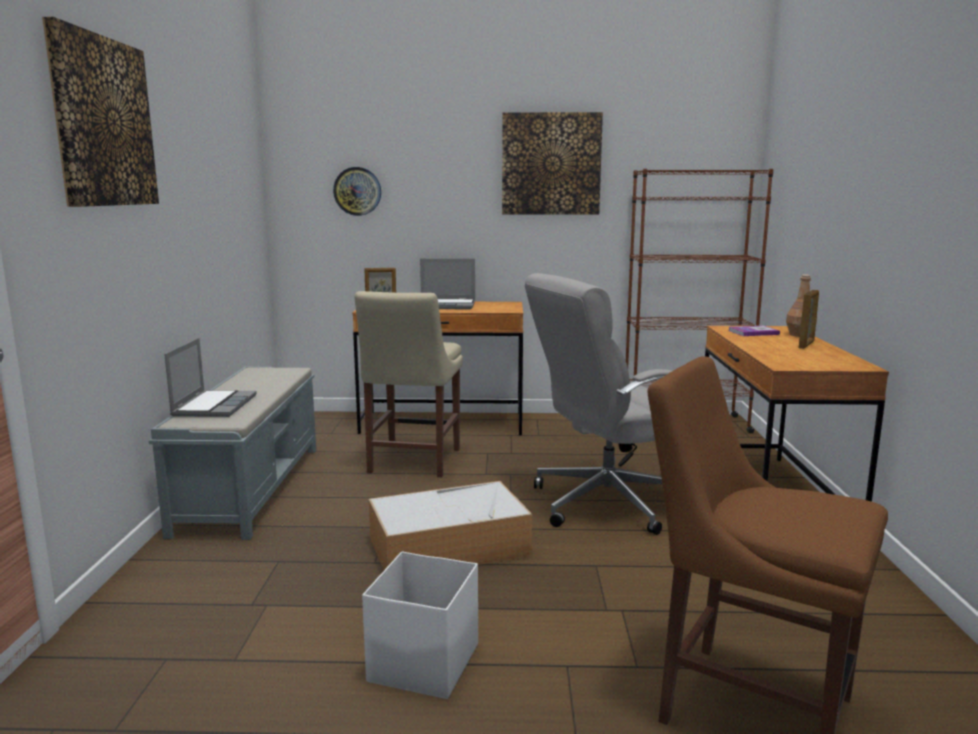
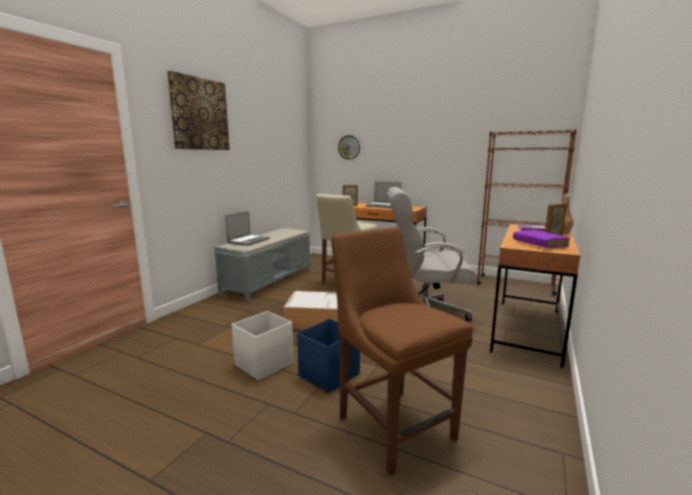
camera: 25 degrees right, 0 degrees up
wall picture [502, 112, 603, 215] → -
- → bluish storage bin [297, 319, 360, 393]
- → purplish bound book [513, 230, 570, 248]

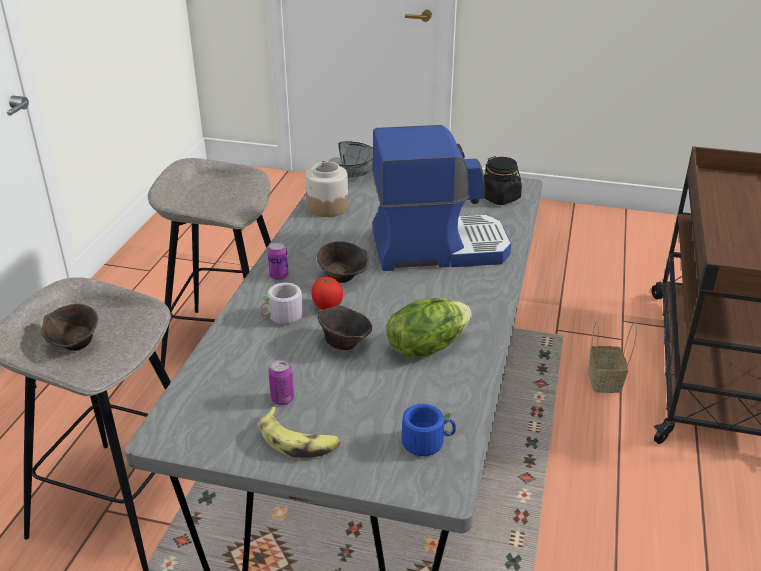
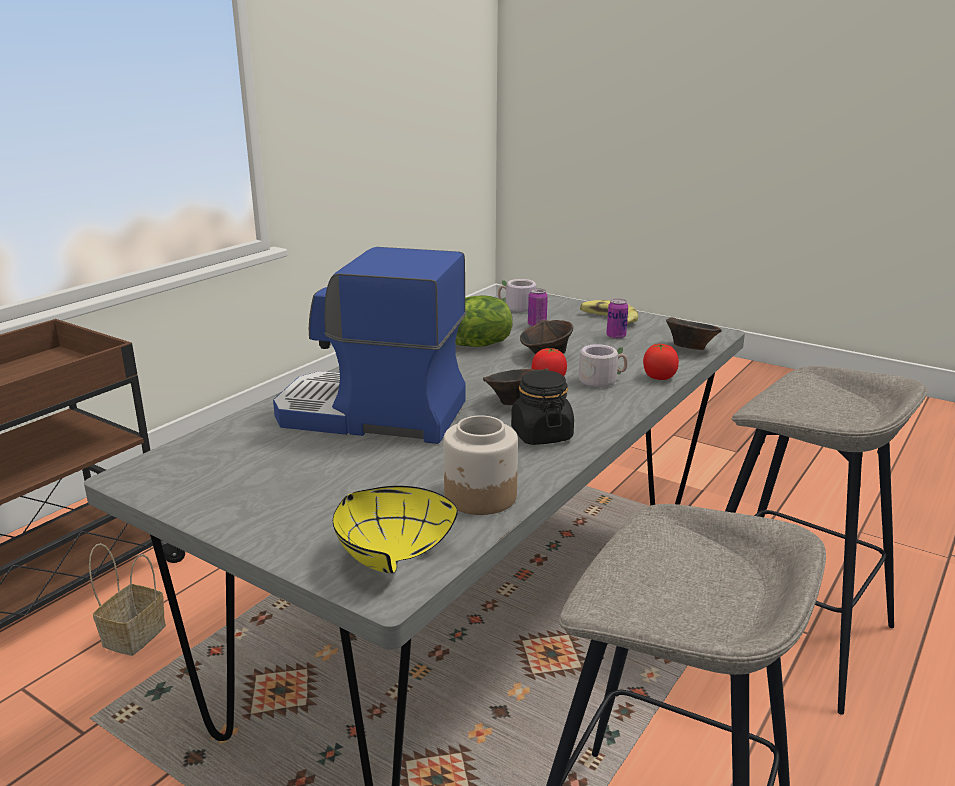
camera: 160 degrees left, 10 degrees down
- → whole tomato [643, 344, 679, 380]
brown-coloured bowl [41, 304, 98, 351] → brown-coloured bowl [666, 317, 722, 350], moved
sealed can [268, 242, 289, 280] → sealed can [528, 288, 548, 327], moved
black-coloured storage jar [484, 156, 522, 205] → black-coloured storage jar [511, 370, 574, 445], moved
greyish bowl [322, 141, 373, 178] → yellowish bowl [333, 486, 458, 574]
bluish mug [398, 404, 456, 456] → greyish mug [498, 279, 537, 312]

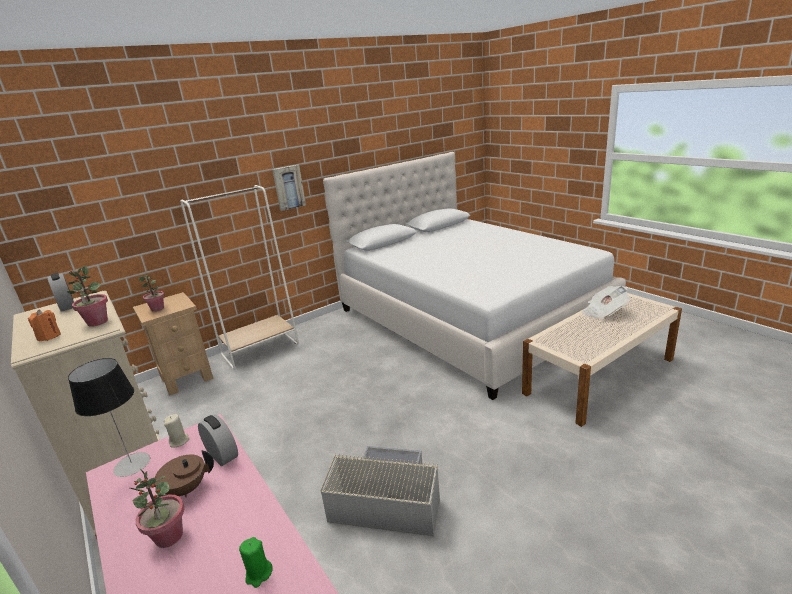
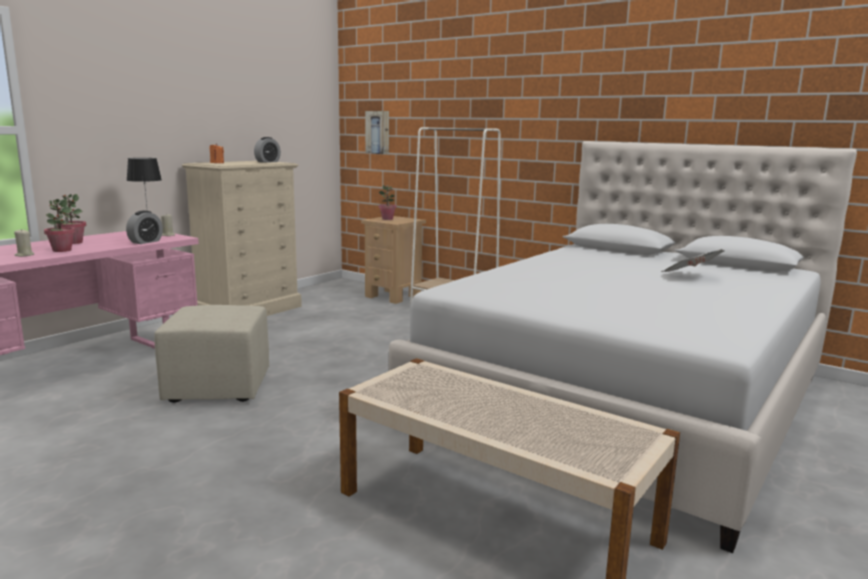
camera: 70 degrees right, 10 degrees down
brown-coloured tea pot [140, 450, 214, 497] → -
potted plant [66, 266, 108, 327] → potted plant [44, 199, 75, 252], moved
wall picture [272, 165, 306, 211] → wall picture [365, 111, 389, 154], moved
newspaper [582, 286, 630, 319] → newspaper [661, 249, 724, 272], moved
greyish storage bin [320, 446, 440, 536] → beige-coloured pouffe [154, 305, 269, 403]
greenish wax light [239, 537, 273, 588] → beige-coloured wax light [14, 229, 34, 257]

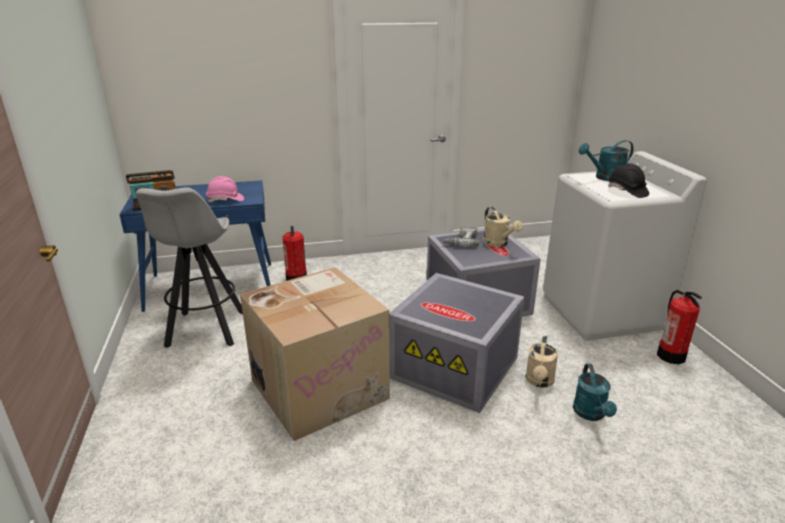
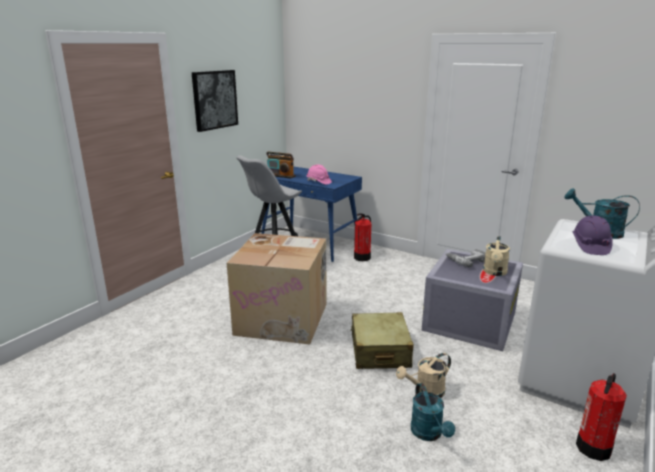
camera: 45 degrees right, 5 degrees down
- → wall picture [191, 70, 238, 132]
greyish storage bin [389, 273, 525, 413] → beige-coloured piece of luggage [350, 312, 414, 369]
black-coloured safety helmet [608, 163, 649, 198] → purplish safety helmet [573, 215, 613, 255]
blue-green watering pot [573, 364, 617, 421] → blue-green watering pot [411, 383, 455, 441], 60 degrees counterclockwise

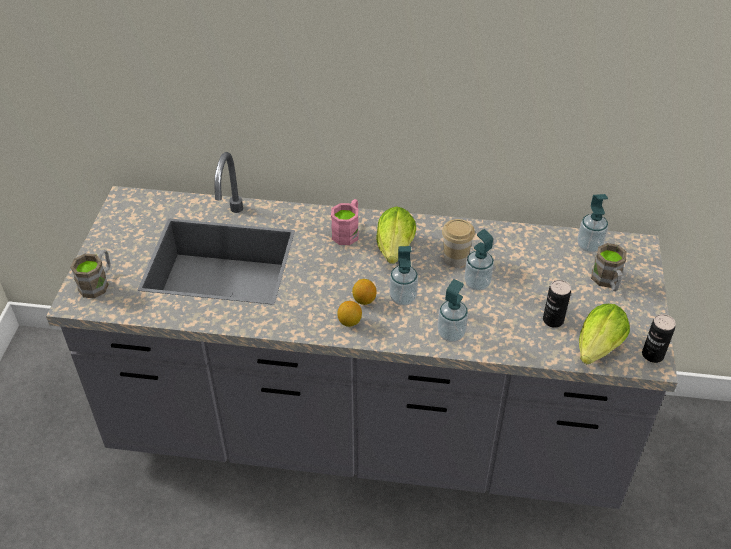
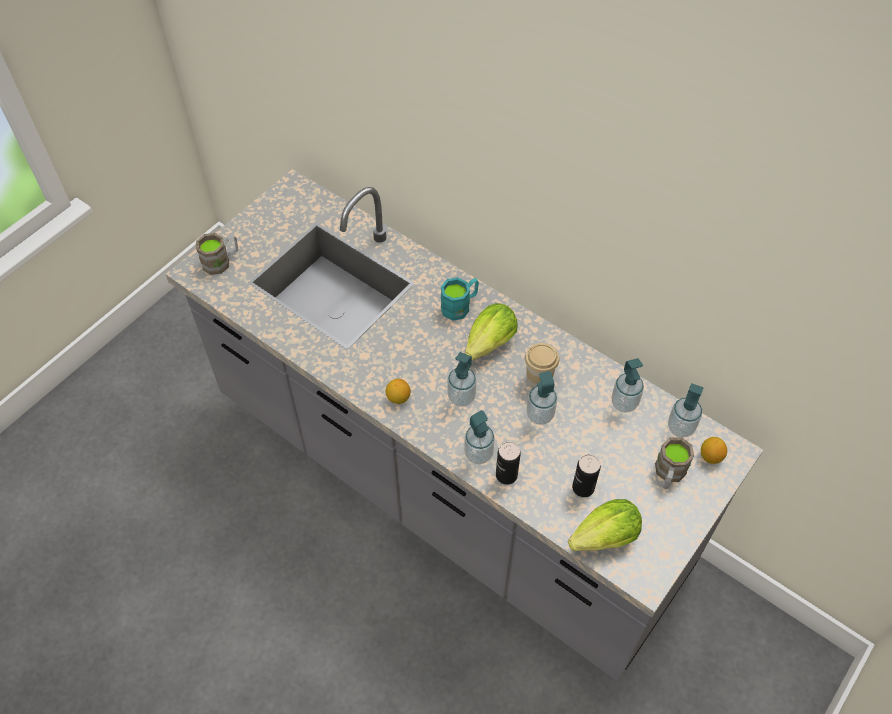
camera: 30 degrees right, 10 degrees up
- → liquid soap bottle [611, 358, 644, 412]
lemon [352, 279, 377, 305] → lemon [701, 437, 727, 464], moved
sealed can [642, 314, 676, 363] → sealed can [496, 441, 521, 485], moved
pink-coloured mug [331, 199, 359, 245] → blue-green mug [441, 277, 479, 321]

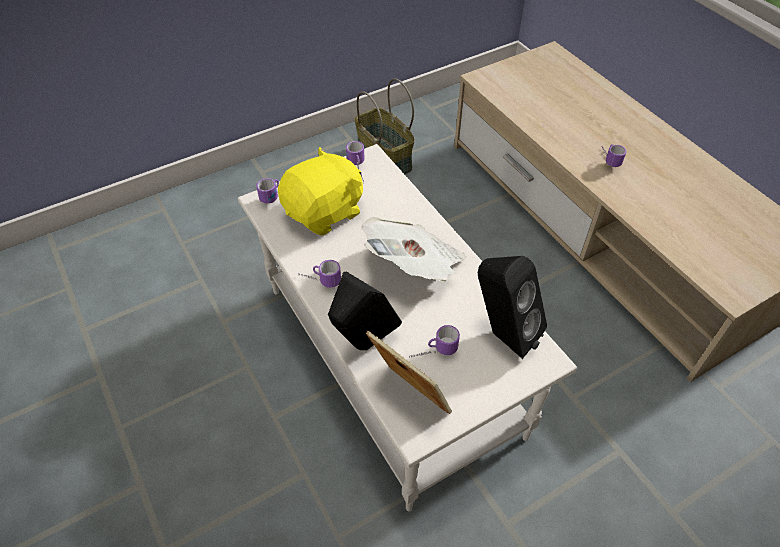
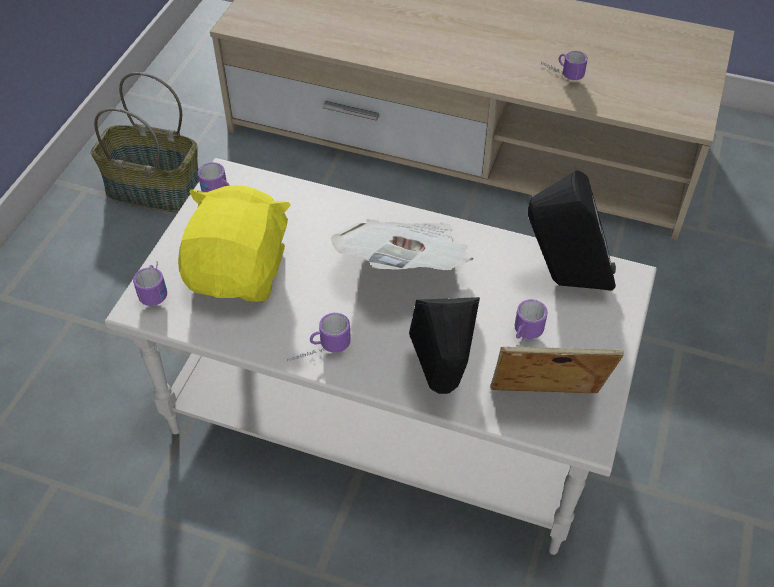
camera: 40 degrees left, 0 degrees up
mug [602, 144, 627, 167] → mug [541, 51, 588, 80], moved

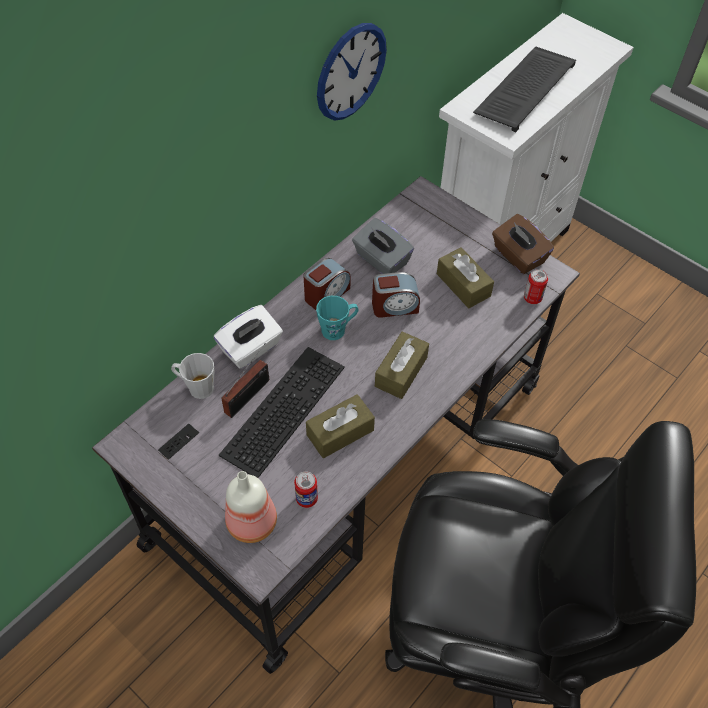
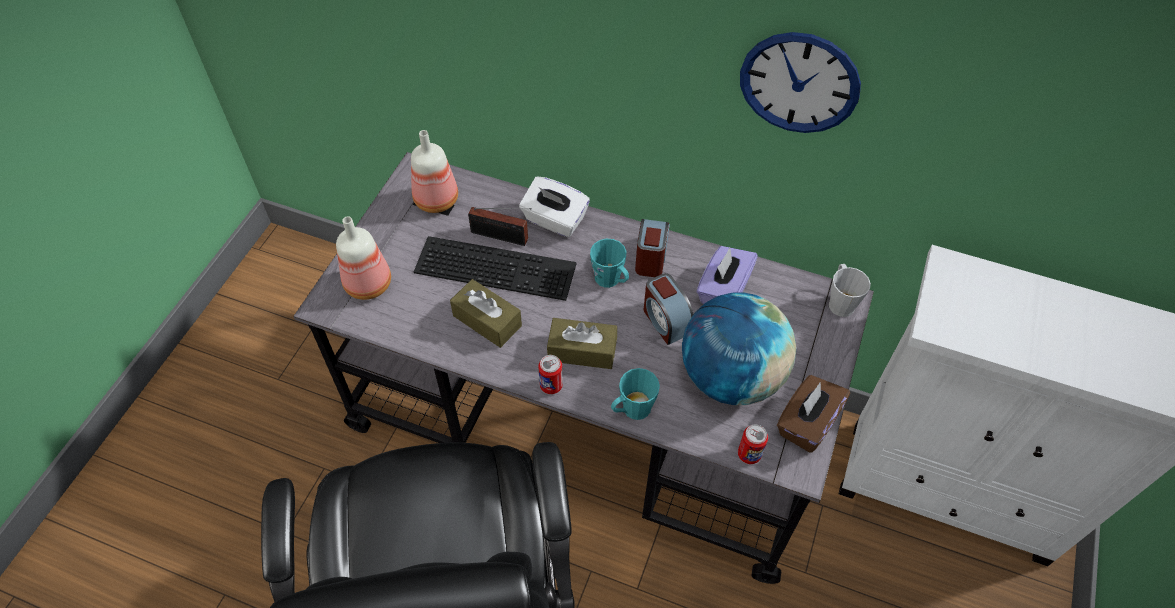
camera: 70 degrees right, 0 degrees up
PC keyboard [473, 46, 576, 132] → -
- → beverage bottle [411, 130, 458, 213]
- → blue-green mug [611, 368, 660, 420]
greyish mug [171, 353, 215, 399] → greyish mug [829, 264, 871, 317], moved
sealed can [294, 471, 318, 508] → sealed can [538, 355, 563, 394], moved
brown-coloured box of tissues [437, 247, 494, 308] → world globe [682, 292, 796, 405]
greyish box of tissues [352, 218, 414, 274] → purplish box of tissues [697, 246, 758, 304]
bedside clock [303, 258, 350, 310] → bedside clock [635, 219, 670, 277], 105 degrees counterclockwise

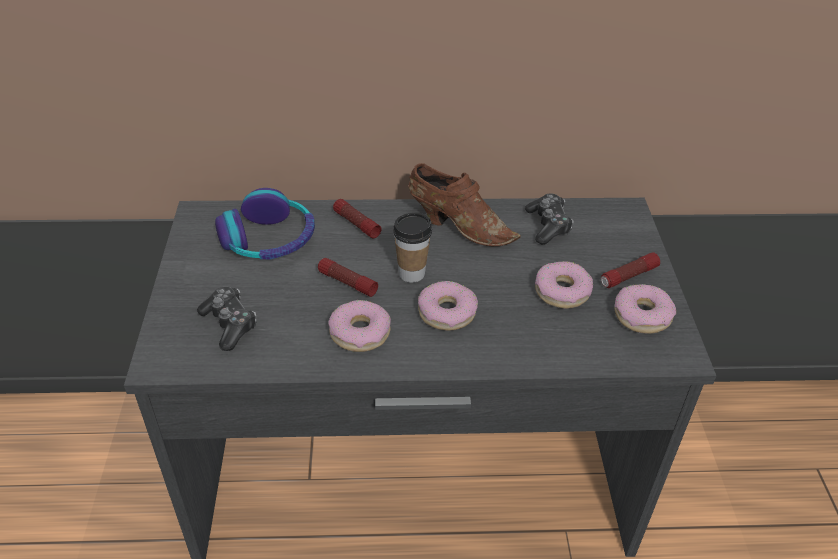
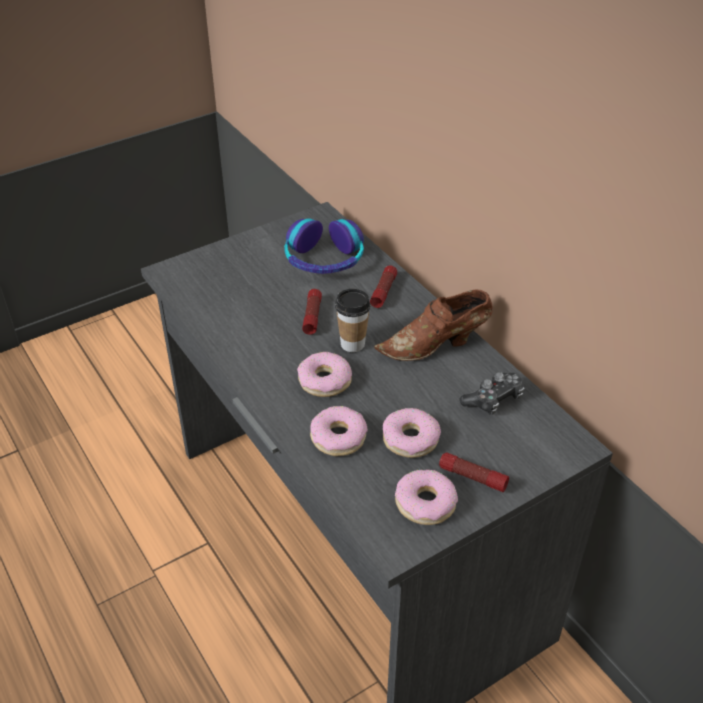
camera: 60 degrees right, 0 degrees up
gamepad [197, 287, 257, 351] → -
ring doughnut [328, 300, 391, 352] → ring doughnut [310, 406, 368, 456], moved
brown-coloured item of footwear [408, 163, 521, 246] → brown-coloured item of footwear [374, 289, 492, 361], 75 degrees clockwise

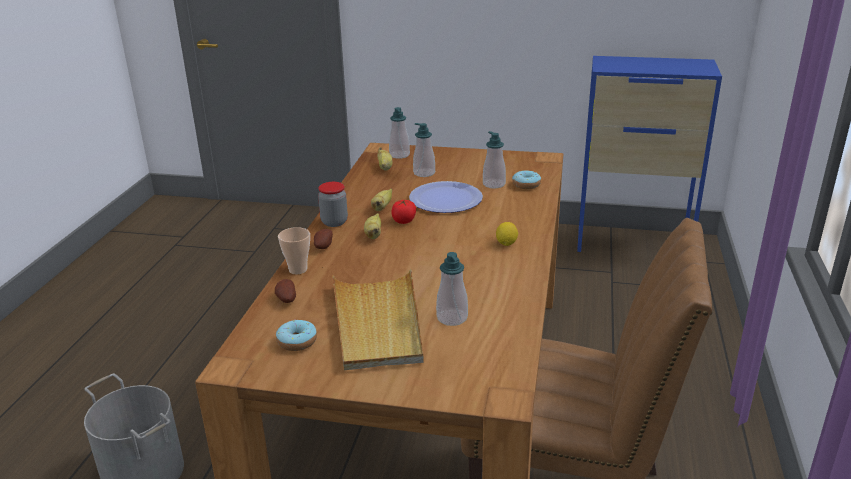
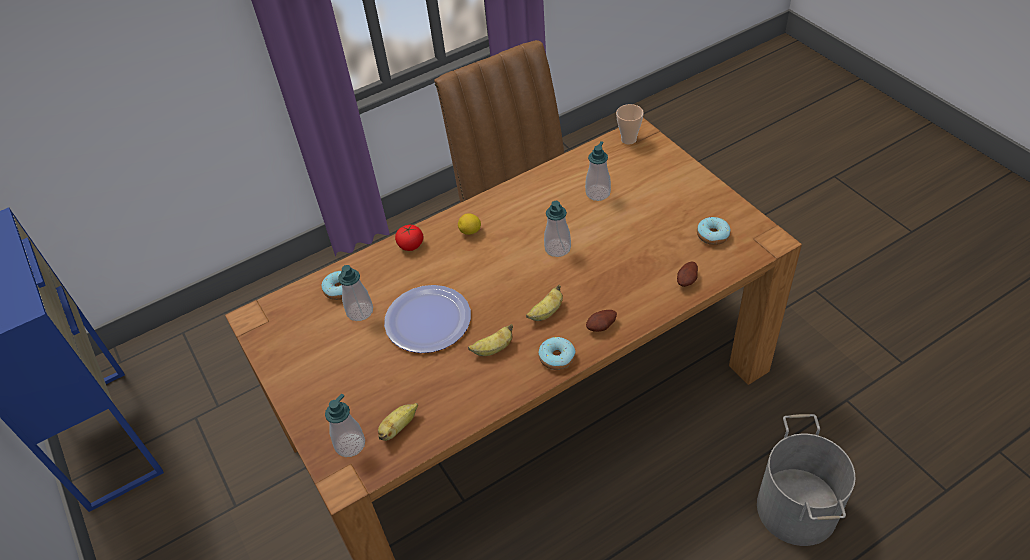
camera: 130 degrees left, 20 degrees up
beige-coloured carrying tray [332, 269, 424, 370] → -
small cup [278, 227, 310, 275] → small cup [616, 104, 644, 145], moved
whole tomato [391, 200, 416, 224] → whole tomato [395, 225, 423, 251], moved
liquid soap bottle [413, 123, 435, 177] → liquid soap bottle [544, 201, 571, 257], moved
storage jar [318, 182, 348, 227] → ring doughnut [538, 337, 575, 370]

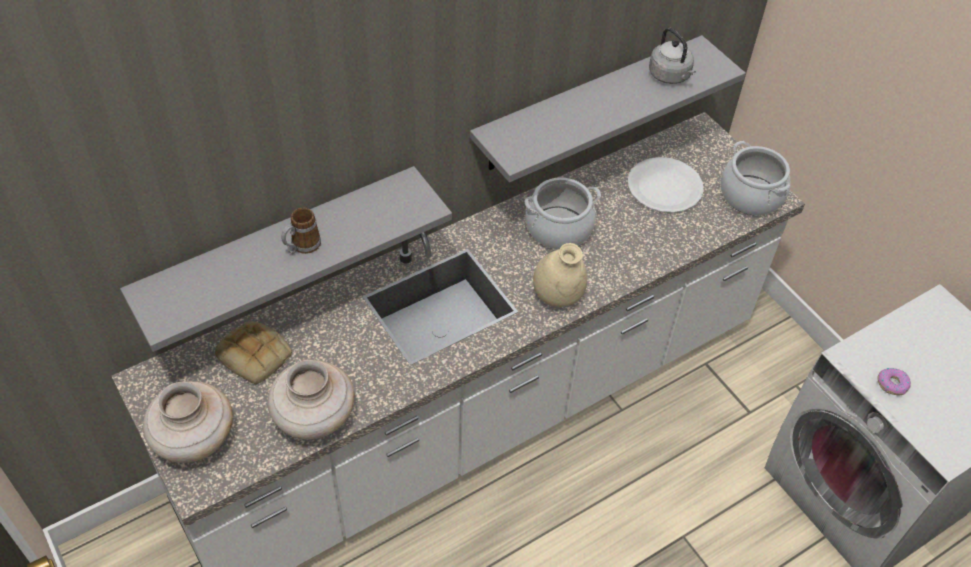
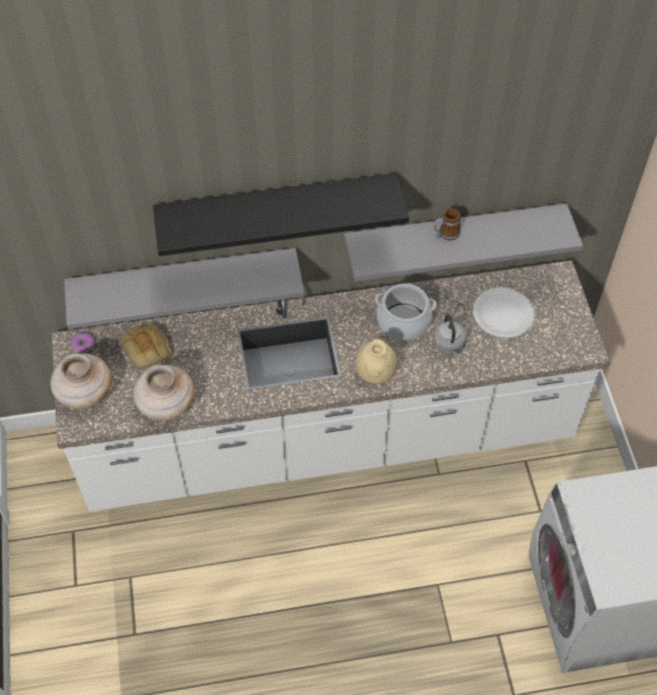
camera: 25 degrees right, 5 degrees up
stockpot [721, 141, 790, 215] → -
- → black-coloured bracket shelf [153, 173, 409, 256]
mug [281, 208, 321, 254] → mug [433, 208, 461, 241], moved
greyish water kettle [649, 28, 696, 84] → greyish water kettle [432, 314, 467, 356], moved
ring doughnut [877, 368, 911, 395] → ring doughnut [71, 332, 94, 353], moved

